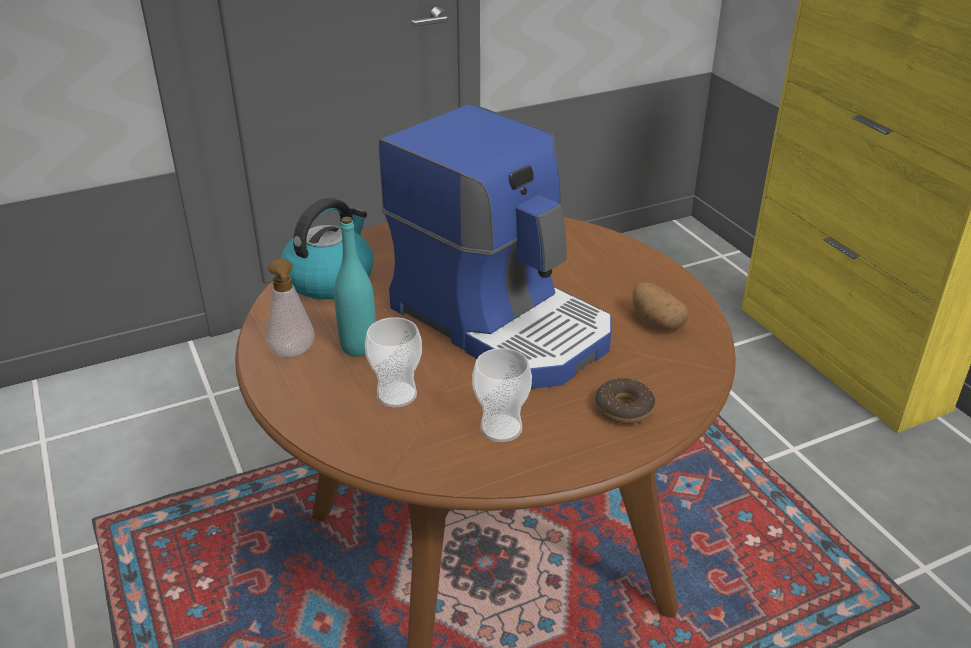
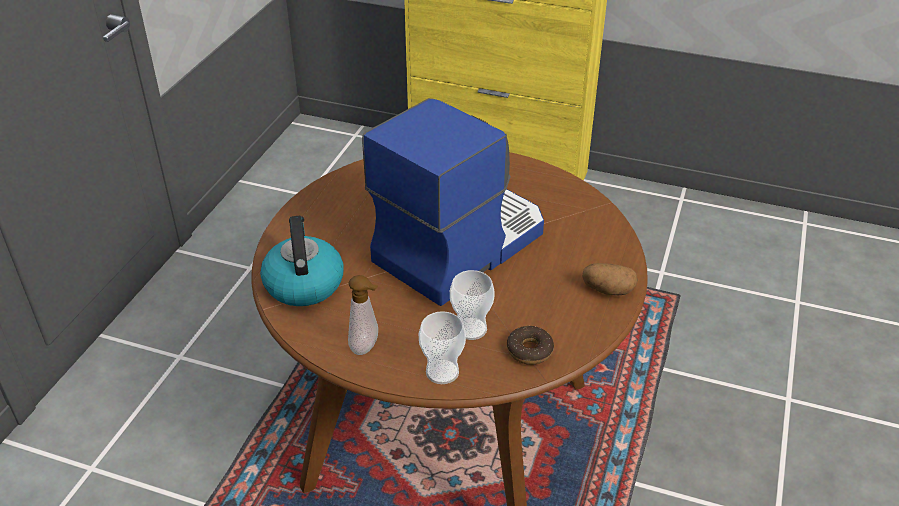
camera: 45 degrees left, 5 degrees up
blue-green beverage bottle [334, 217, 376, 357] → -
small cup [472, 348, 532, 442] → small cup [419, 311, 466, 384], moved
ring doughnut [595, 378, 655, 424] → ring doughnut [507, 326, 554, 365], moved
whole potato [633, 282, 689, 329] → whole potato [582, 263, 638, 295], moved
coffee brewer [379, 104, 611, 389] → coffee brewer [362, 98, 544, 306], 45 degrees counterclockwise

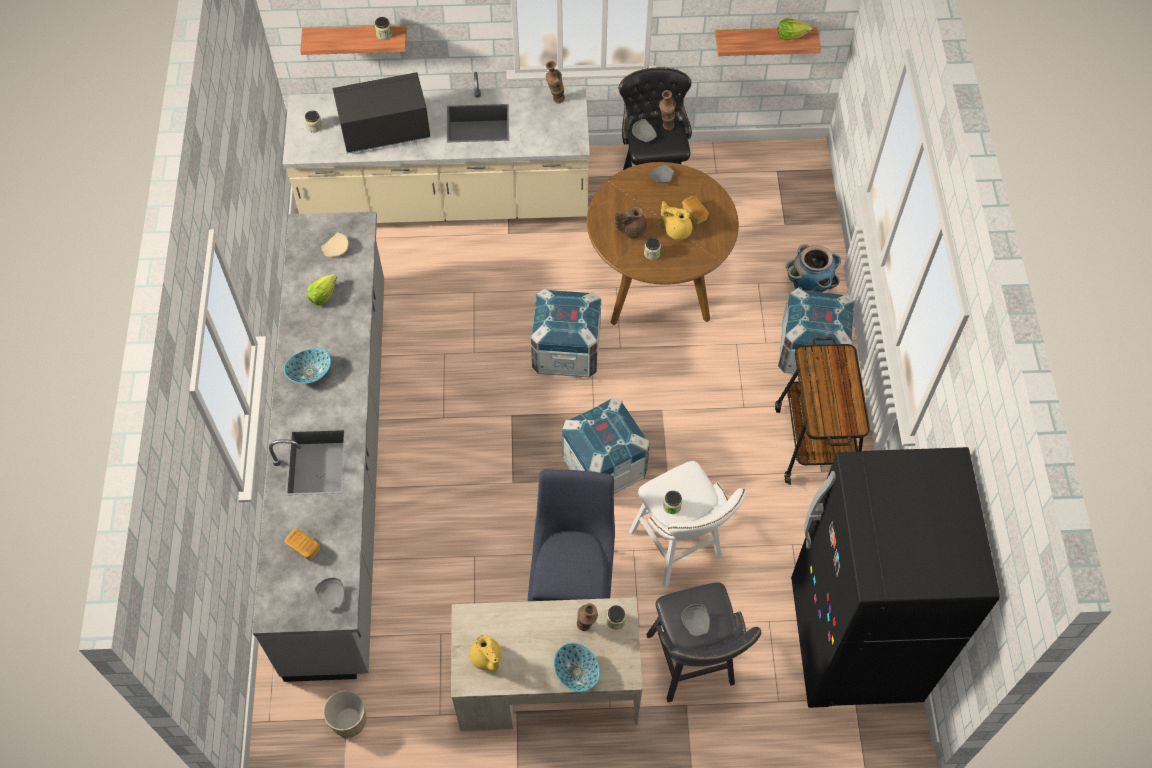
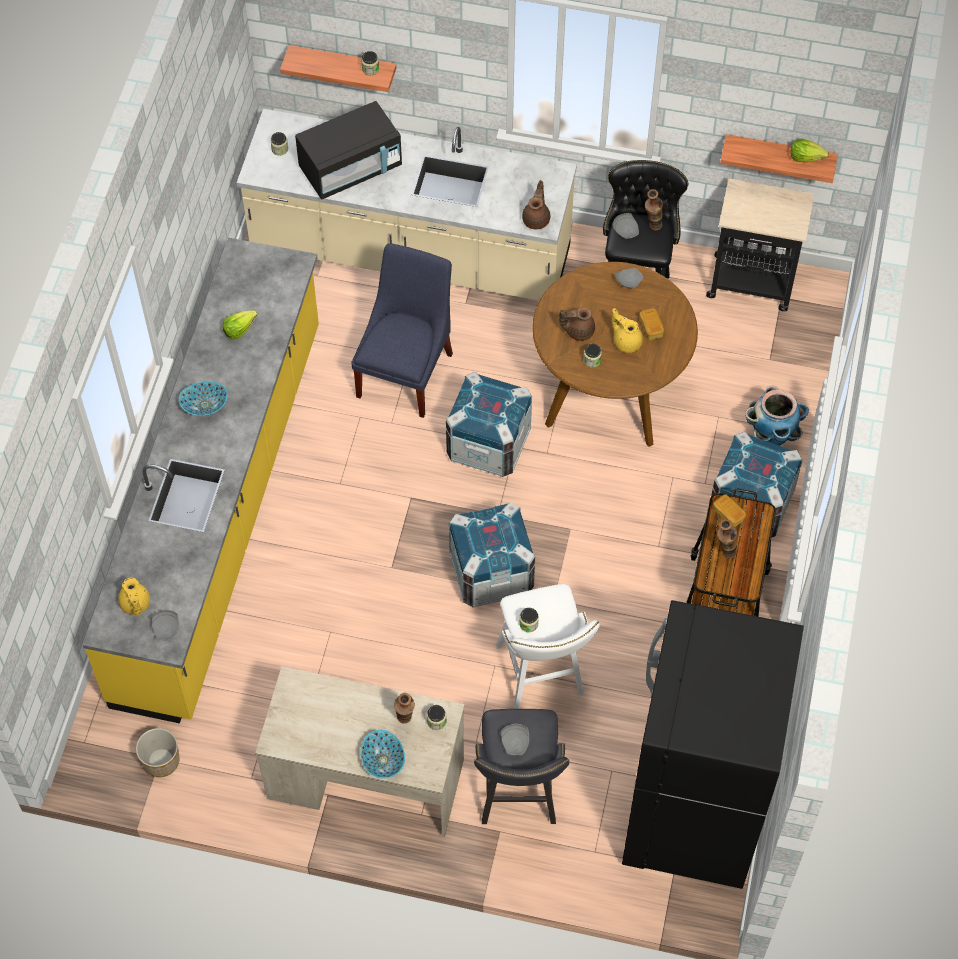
camera: 15 degrees right, 0 degrees up
beige-coloured dinner plate [321, 232, 348, 257] → -
- → brown-coloured tea pot [522, 180, 550, 229]
- → cart [706, 178, 815, 312]
baked bread [285, 528, 320, 561] → baked bread [714, 495, 746, 527], moved
yellowish tea pot [470, 635, 502, 671] → yellowish tea pot [118, 578, 150, 616], moved
bluish upright chair [528, 469, 615, 601] → bluish upright chair [351, 243, 453, 418], moved
decorative vase [545, 61, 565, 104] → decorative vase [717, 519, 737, 559], moved
greyish kitchen counter [253, 212, 384, 682] → yellowish kitchen counter [83, 238, 319, 724]
black-coloured kitchen microwave [332, 72, 430, 154] → black-coloured kitchen microwave [295, 101, 402, 200], 150 degrees clockwise

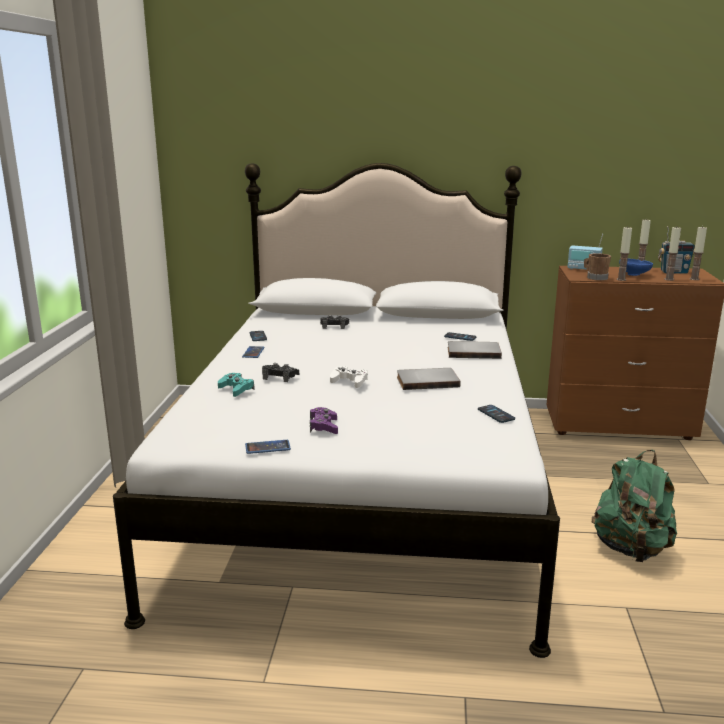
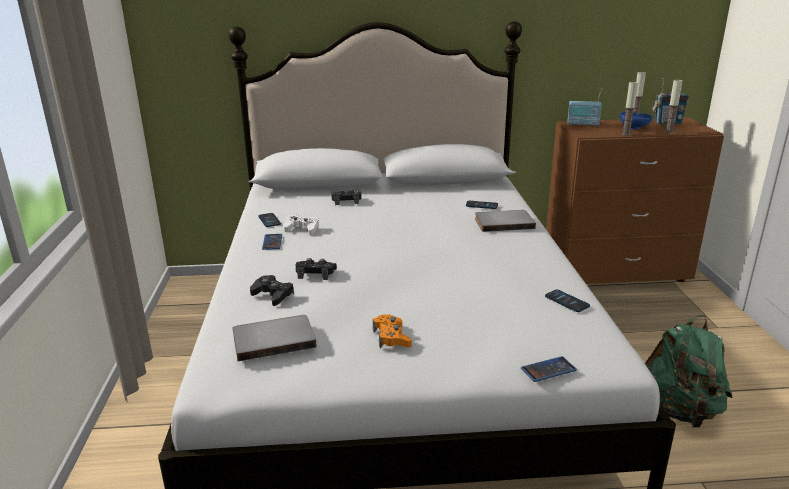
camera: 10 degrees left, 5 degrees up
brown-coloured mug [584, 253, 611, 281] → -
wax light [690, 226, 707, 280] → -
handset [245, 440, 291, 454] → handset [521, 356, 577, 382], moved
white gamepad [330, 366, 368, 388] → white gamepad [283, 215, 319, 235], moved
greyish bound book [397, 368, 461, 390] → greyish bound book [233, 315, 317, 361], moved
blue-green gamepad [218, 373, 255, 397] → black-coloured gamepad [250, 275, 294, 306]
purplish gamepad [310, 407, 338, 434] → orange-coloured gamepad [373, 314, 412, 348]

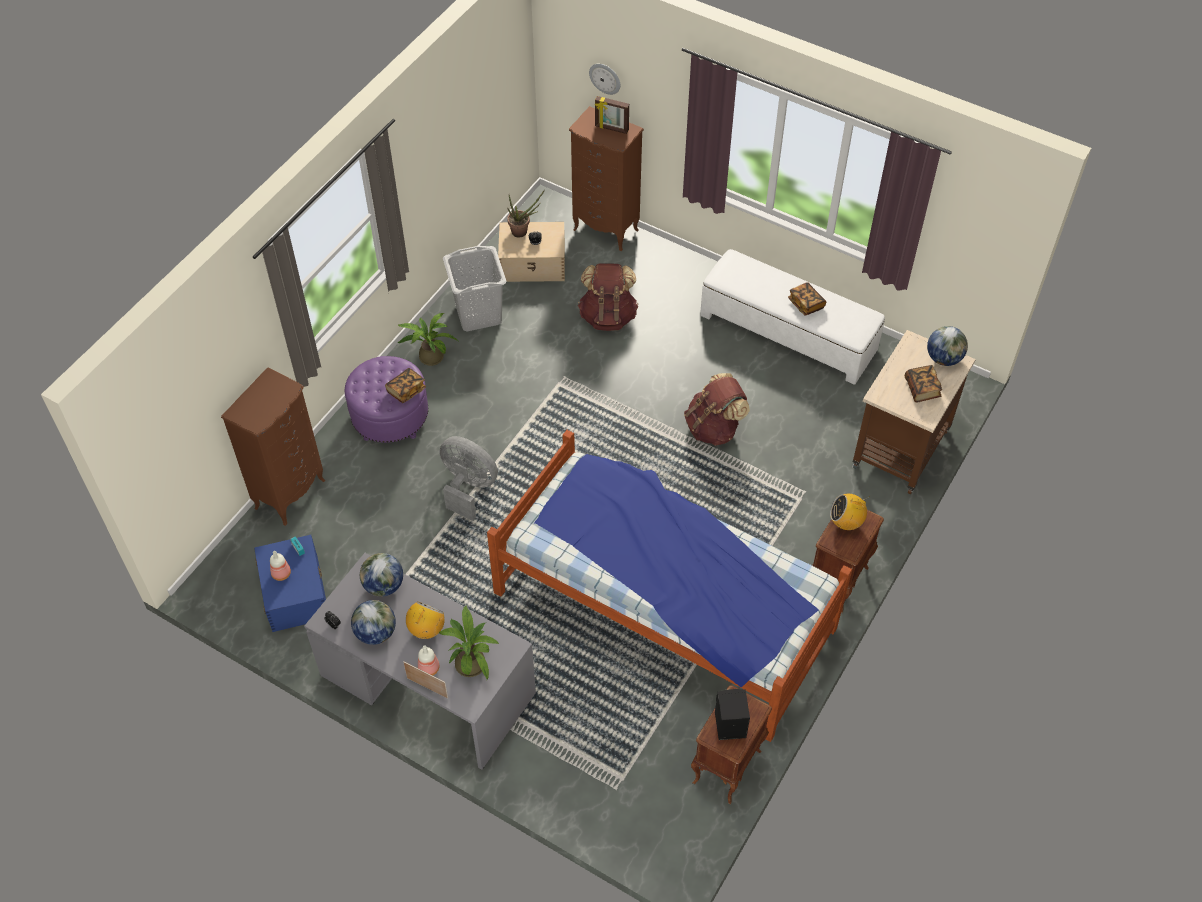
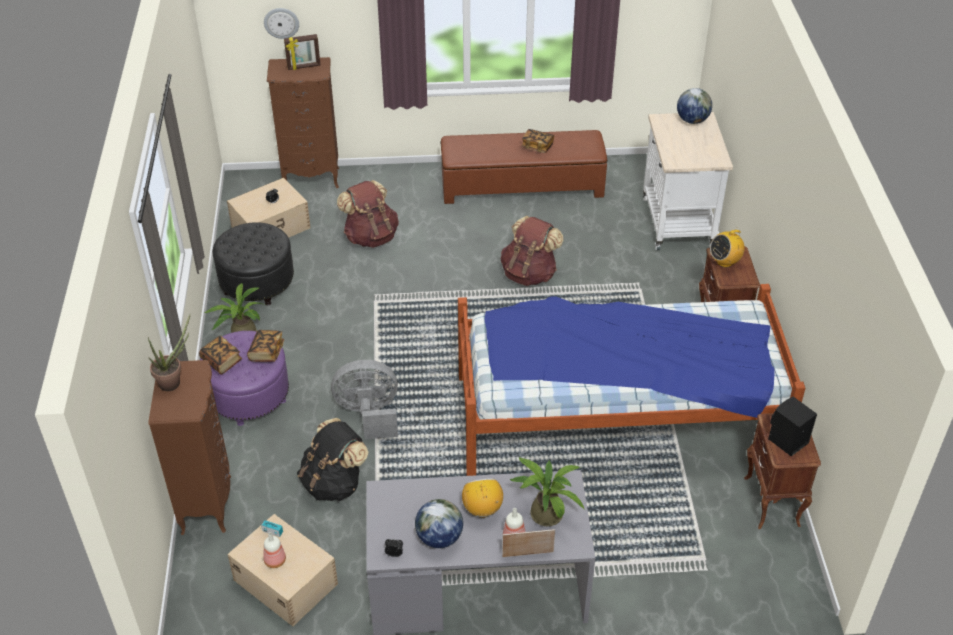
camera: 35 degrees left, 10 degrees down
world globe [360, 553, 403, 597] → -
- → black-coloured backpack [297, 418, 368, 501]
potted plant [507, 190, 545, 238] → potted plant [148, 313, 191, 391], moved
bound book [905, 365, 942, 402] → bound book [199, 336, 242, 375], moved
greyish washing basket [443, 246, 506, 331] → black-coloured pouffe [213, 222, 294, 305]
bluish storage bin [254, 535, 326, 632] → beige-coloured storage bin [227, 514, 338, 626]
white long seat [700, 249, 885, 385] → brown-coloured long seat [441, 130, 607, 204]
brown-coloured cart [852, 330, 976, 495] → white cart [643, 112, 733, 250]

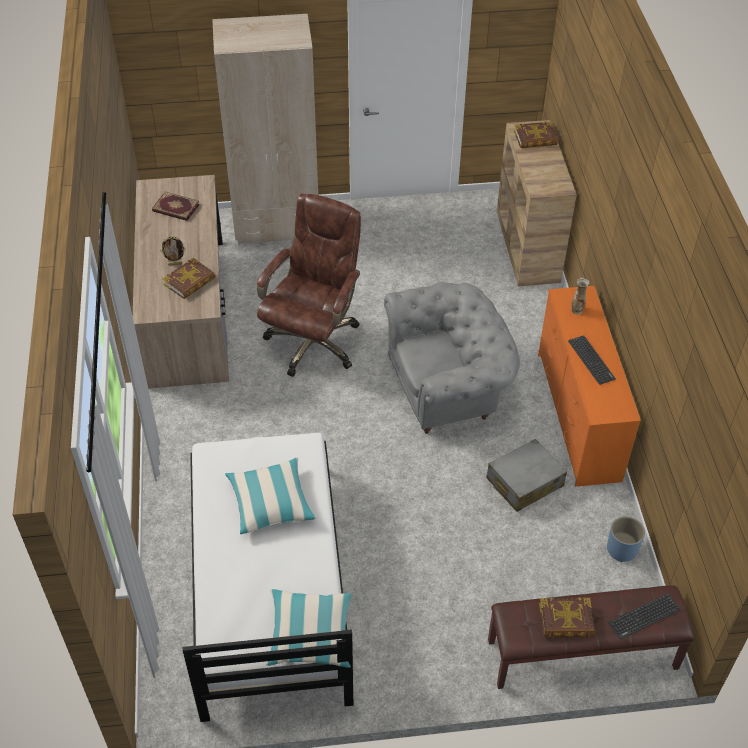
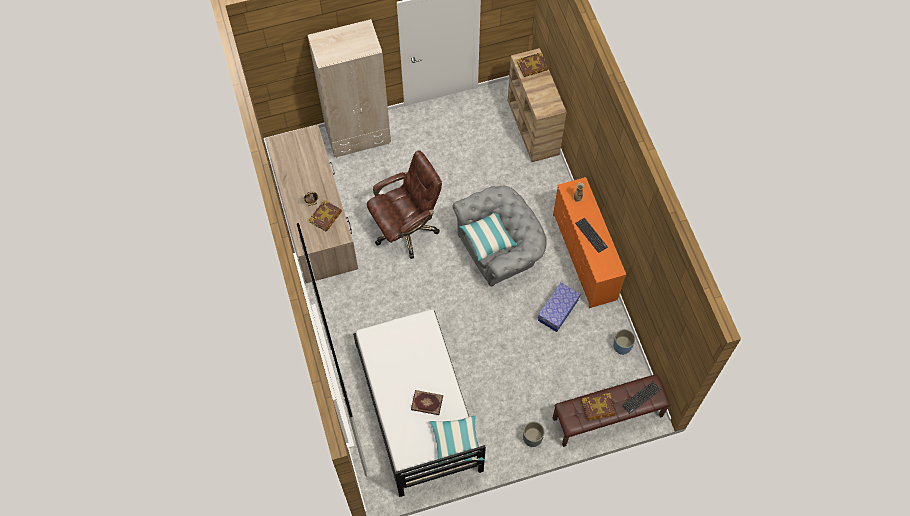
camera: 10 degrees left, 15 degrees up
- → greyish flower pot [523, 421, 545, 447]
bound book [152, 192, 200, 221] → bound book [411, 390, 443, 415], moved
cushion [225, 458, 317, 534] → cushion [460, 213, 517, 261], moved
greyish piece of luggage [486, 439, 567, 512] → storage bin [538, 283, 581, 332]
brown-coloured computer chair [257, 193, 361, 377] → brown-coloured computer chair [367, 150, 442, 259], 45 degrees clockwise

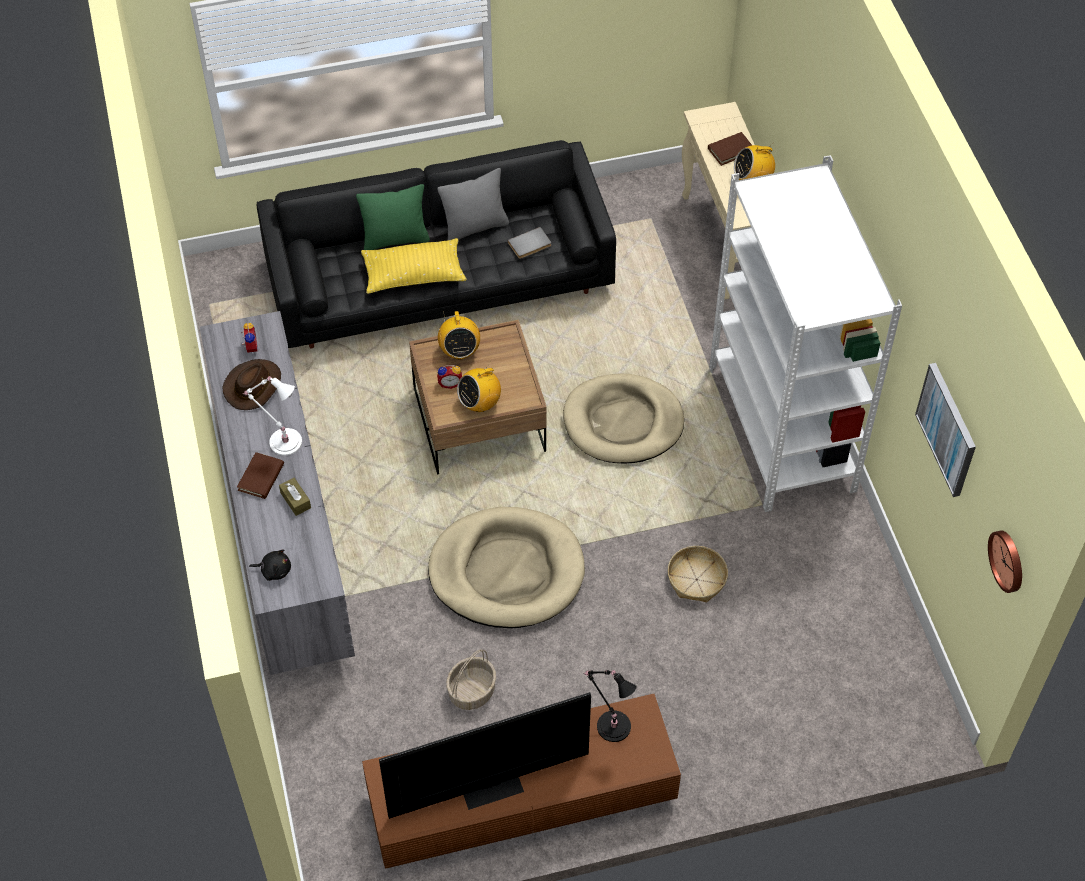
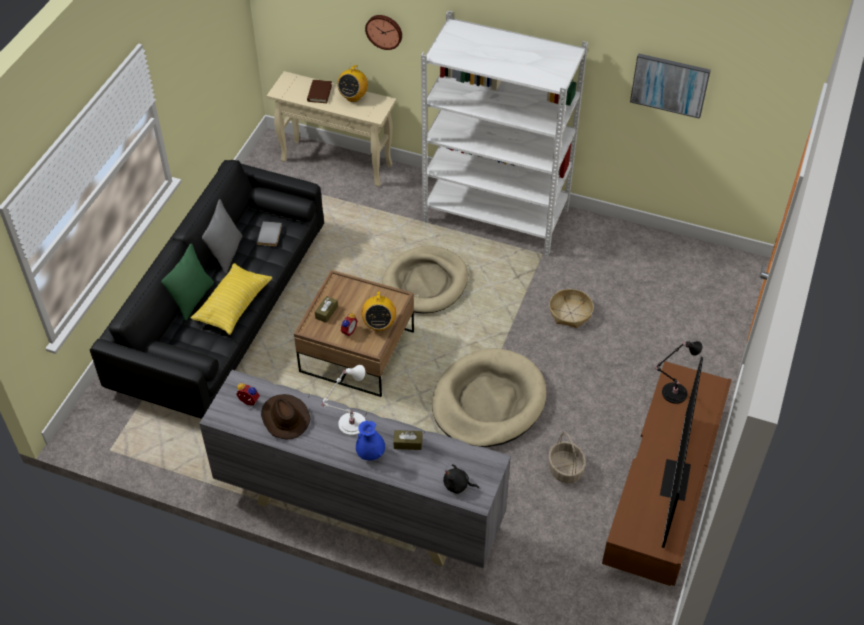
camera: 55 degrees left, 5 degrees down
wall clock [988, 530, 1022, 593] → wall clock [365, 15, 402, 50], moved
brown-coloured bound book [237, 452, 284, 499] → bluish decorative vase [356, 421, 385, 460]
radio set [438, 311, 480, 360] → brown-coloured box of tissues [315, 296, 338, 323]
black-coloured cuddly toy [249, 549, 291, 581] → black-coloured cuddly toy [443, 464, 479, 494], 120 degrees counterclockwise

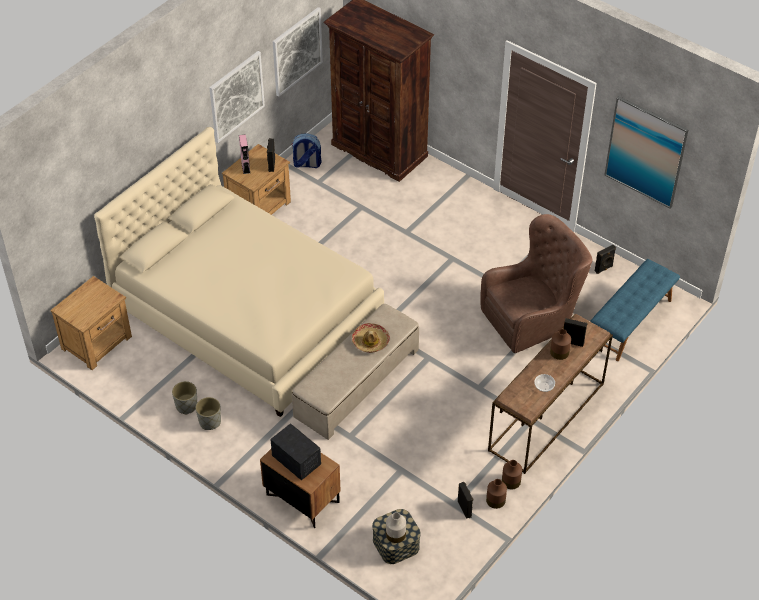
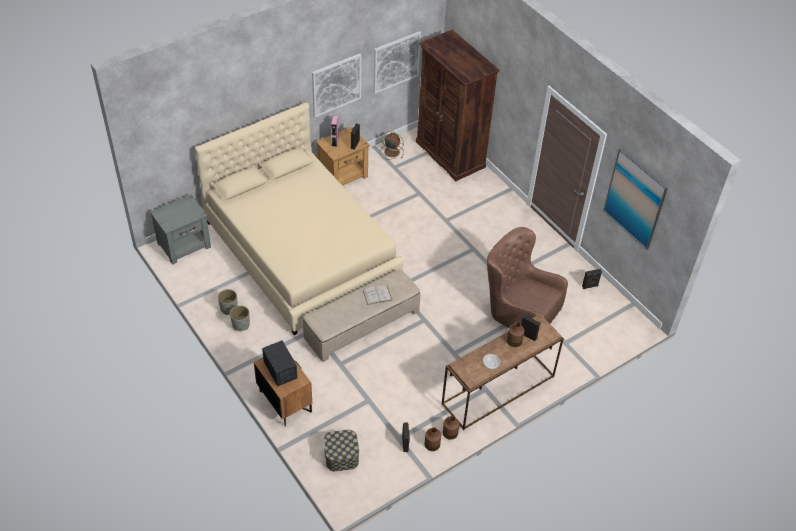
camera: 15 degrees right, 0 degrees up
beige-coloured decorative vase [386, 512, 406, 543] → -
bluish long seat [590, 259, 680, 361] → -
backpack [291, 133, 321, 168] → brown-coloured cooling fan [380, 131, 404, 159]
hat [352, 323, 390, 353] → white bound book [363, 285, 392, 305]
brown-coloured nightstand [50, 276, 132, 370] → greyish nightstand [150, 194, 211, 265]
brown-coloured armchair [480, 214, 592, 353] → brown-coloured armchair [487, 227, 568, 328], 135 degrees counterclockwise

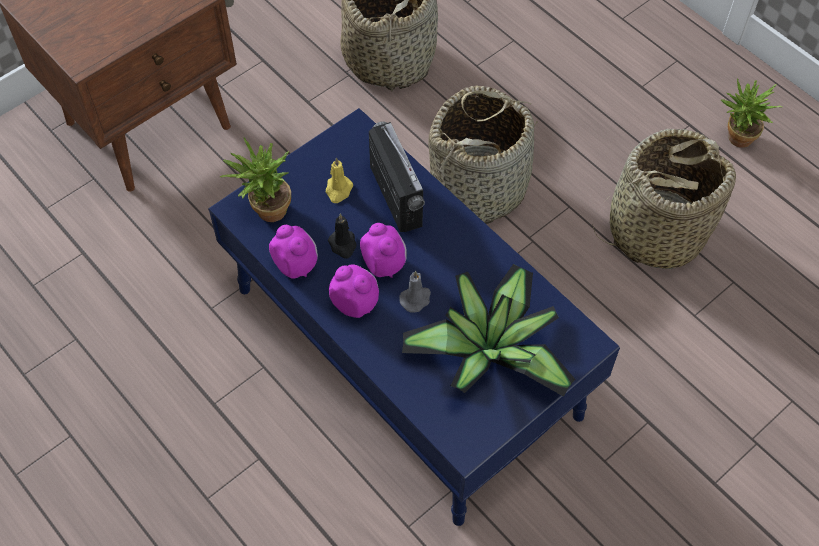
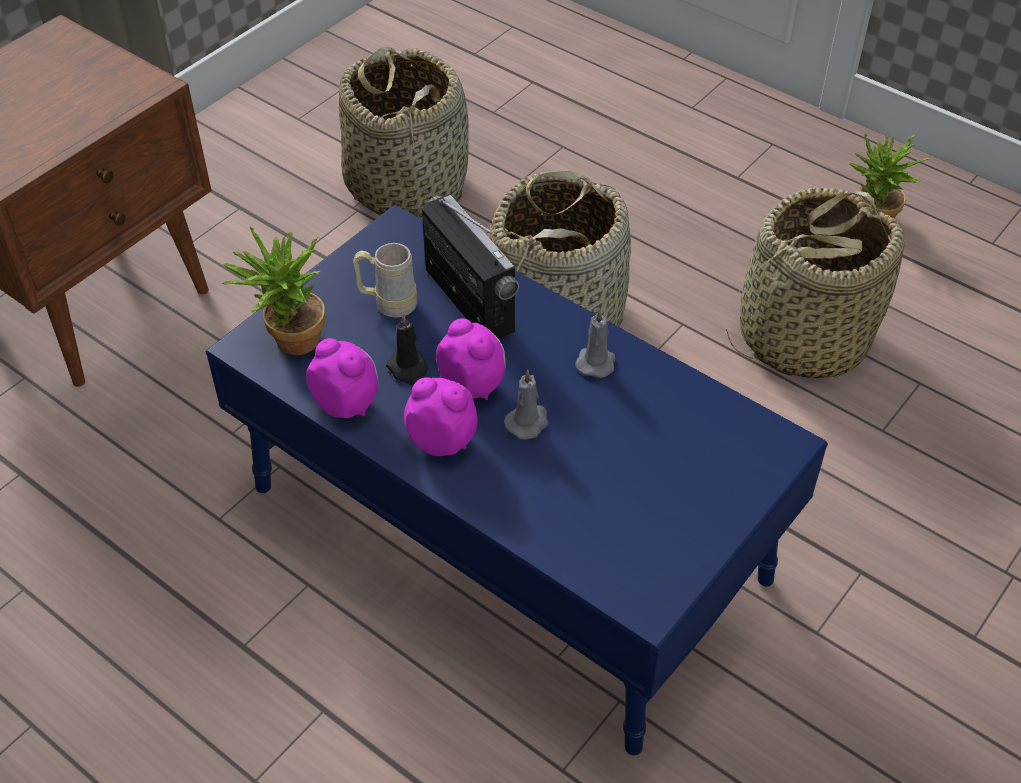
camera: 10 degrees left, 10 degrees down
potted plant [402, 264, 576, 397] → -
- → greyish wax light [575, 309, 615, 378]
yellowish wax light [326, 158, 353, 203] → beige-coloured mug [353, 243, 417, 317]

